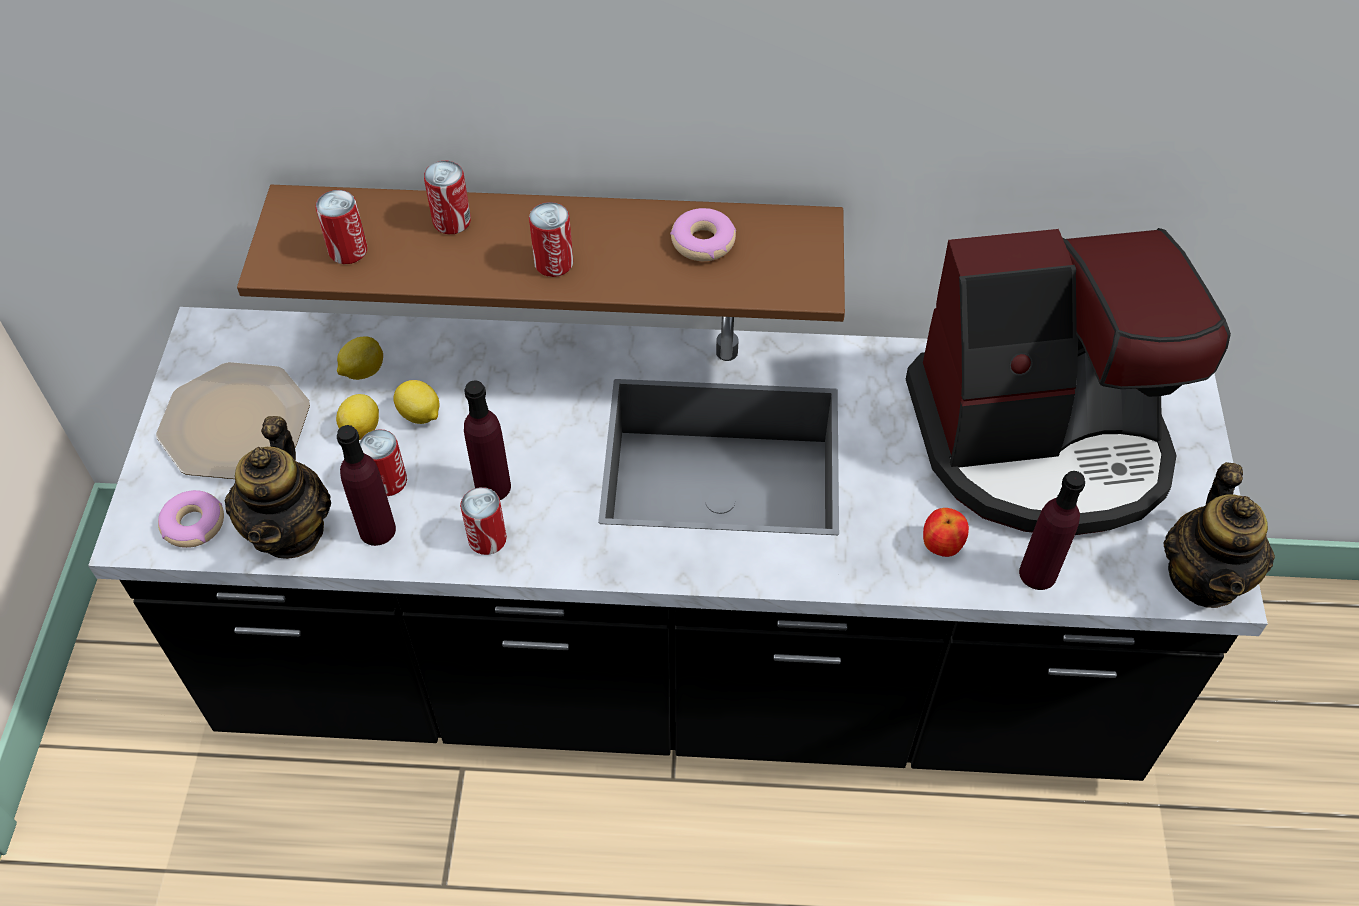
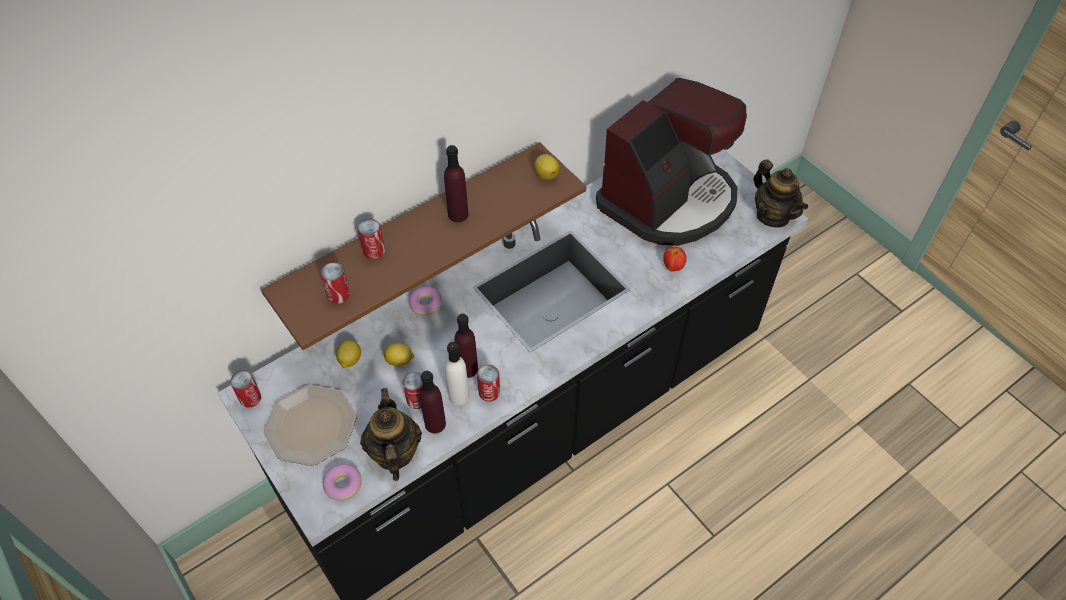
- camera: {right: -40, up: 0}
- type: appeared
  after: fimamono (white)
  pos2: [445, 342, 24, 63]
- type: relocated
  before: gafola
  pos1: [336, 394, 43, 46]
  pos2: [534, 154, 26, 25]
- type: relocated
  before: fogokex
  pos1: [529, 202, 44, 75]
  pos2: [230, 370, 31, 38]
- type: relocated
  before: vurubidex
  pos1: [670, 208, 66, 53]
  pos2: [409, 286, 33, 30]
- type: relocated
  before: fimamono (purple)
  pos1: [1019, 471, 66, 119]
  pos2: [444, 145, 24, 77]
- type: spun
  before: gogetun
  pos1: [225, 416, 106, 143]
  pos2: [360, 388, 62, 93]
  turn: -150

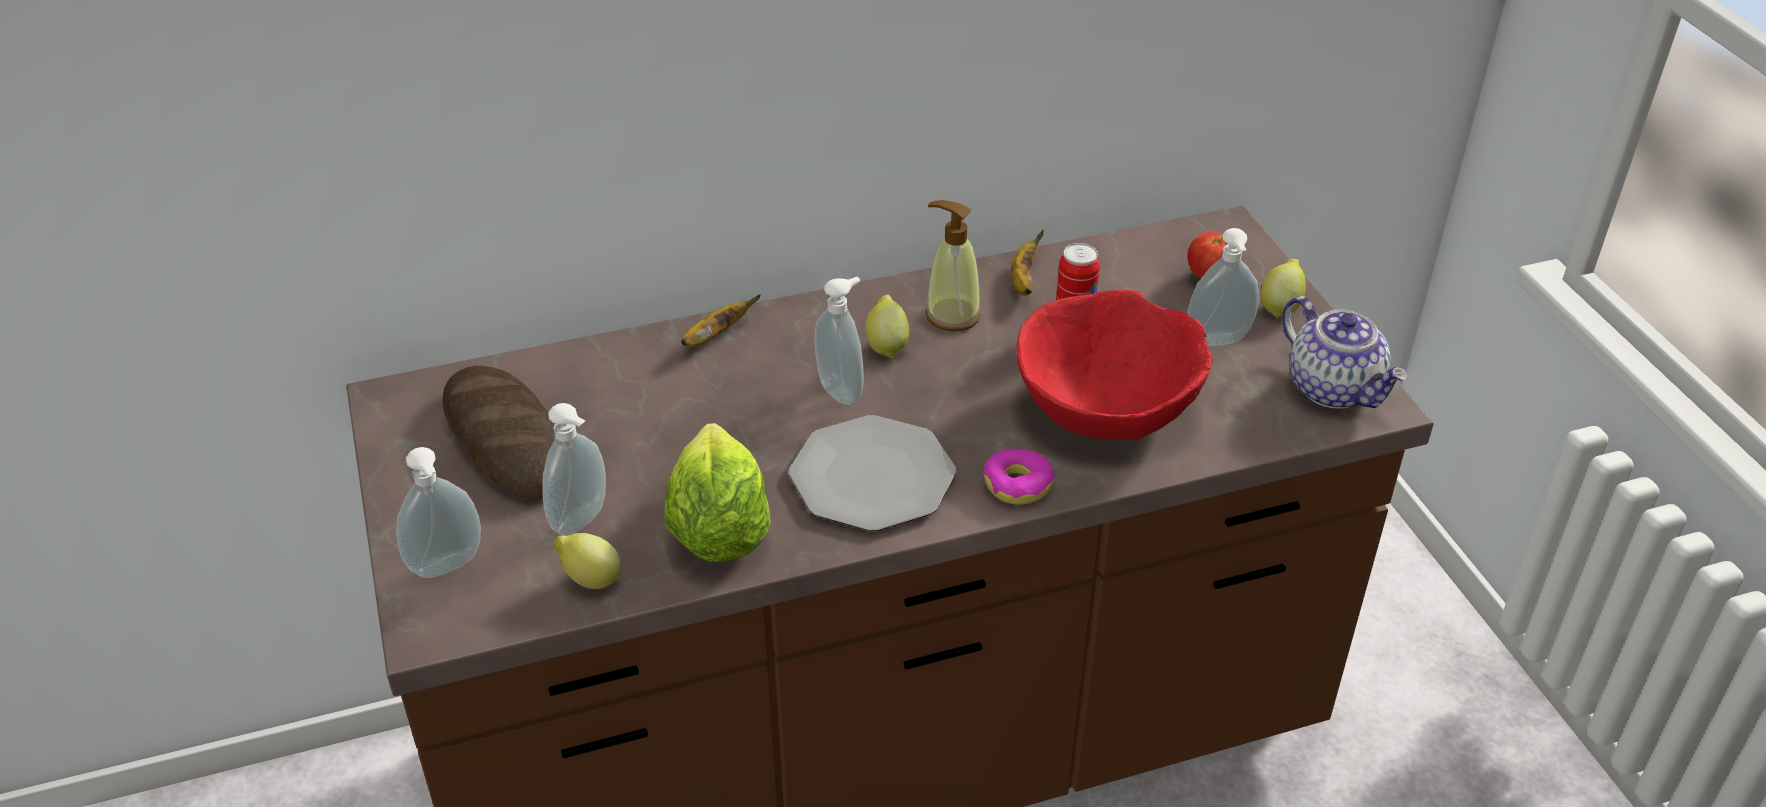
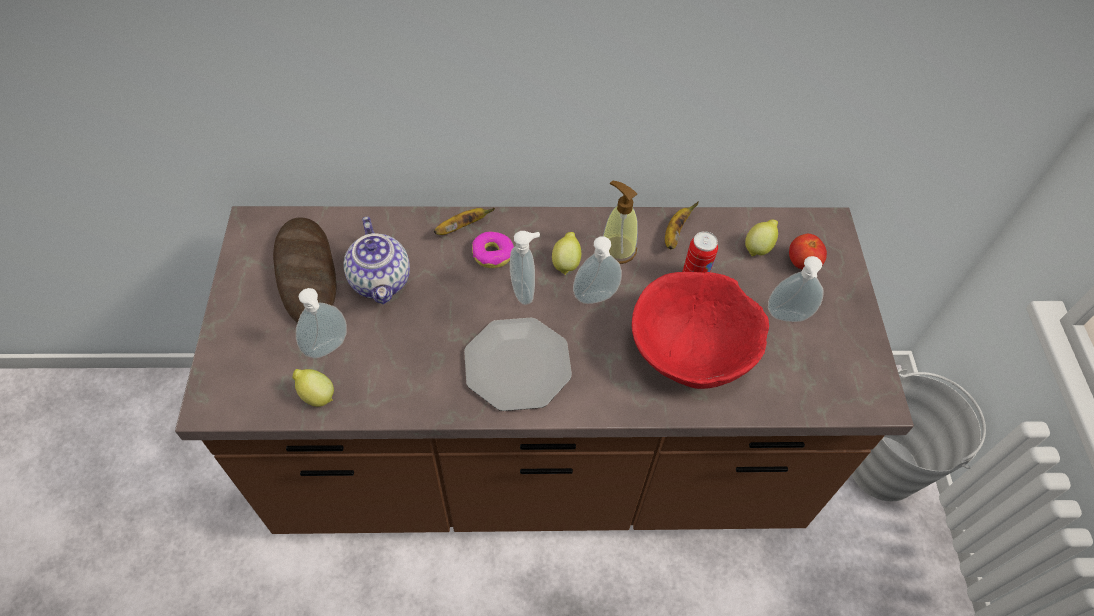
- camera: {right: 15, up: 15}
- type: missing
  before: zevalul
  pos1: [664, 423, 107, 139]
- type: appeared
  after: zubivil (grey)
  pos2: [852, 368, 134, 134]
- type: relocated
  before: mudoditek
  pos1: [396, 447, 85, 131]
  pos2: [573, 236, 49, 68]
- type: relocated
  before: vurubidex
  pos1: [984, 449, 71, 55]
  pos2: [472, 231, 42, 37]
- type: relocated
  before: gafola
  pos1: [1261, 259, 45, 59]
  pos2: [745, 219, 33, 37]
- type: relocated
  before: gogetun
  pos1: [1282, 296, 126, 113]
  pos2: [344, 217, 66, 87]

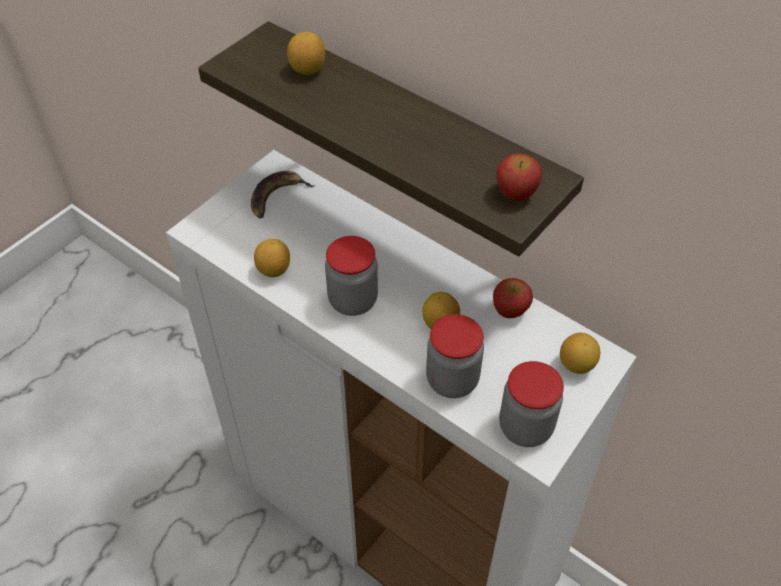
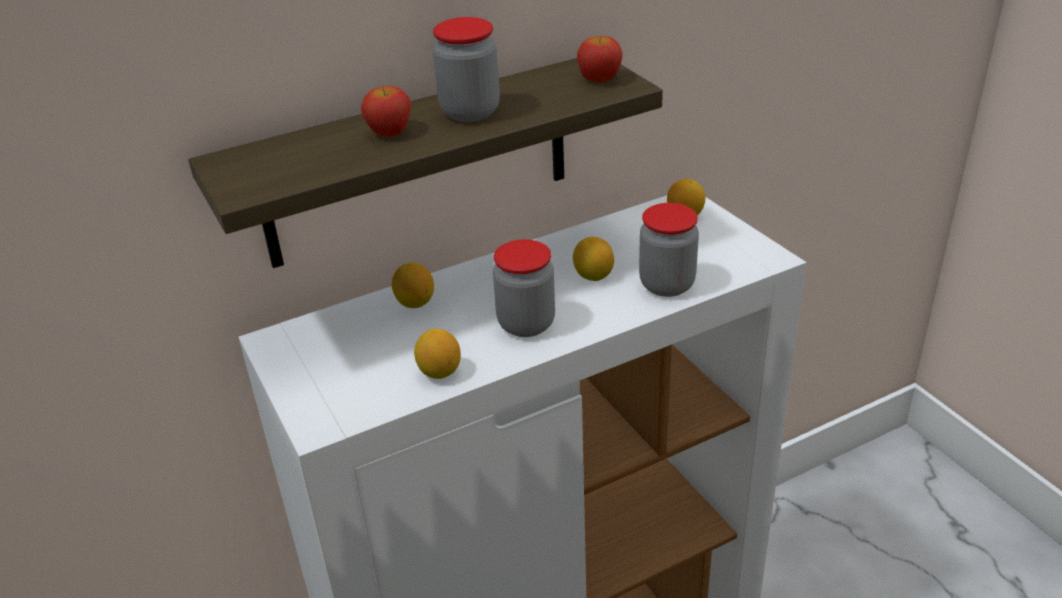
- camera: {right: -65, up: -15}
- type: missing
  before: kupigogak
  pos1: [251, 171, 64, 47]
- type: relocated
  before: gafola
  pos1: [287, 32, 38, 43]
  pos2: [392, 262, 42, 46]
- type: relocated
  before: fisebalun
  pos1: [493, 278, 40, 40]
  pos2: [361, 86, 50, 51]
- type: relocated
  before: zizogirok
  pos1: [499, 361, 65, 86]
  pos2: [433, 17, 67, 105]

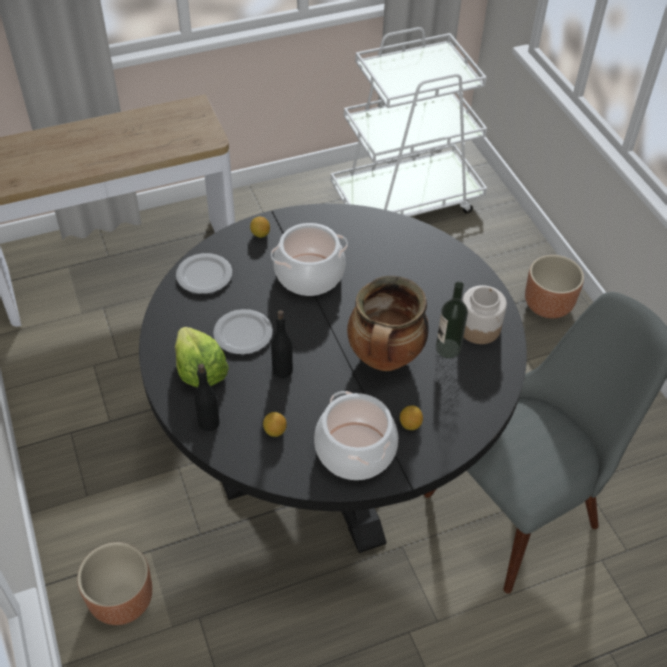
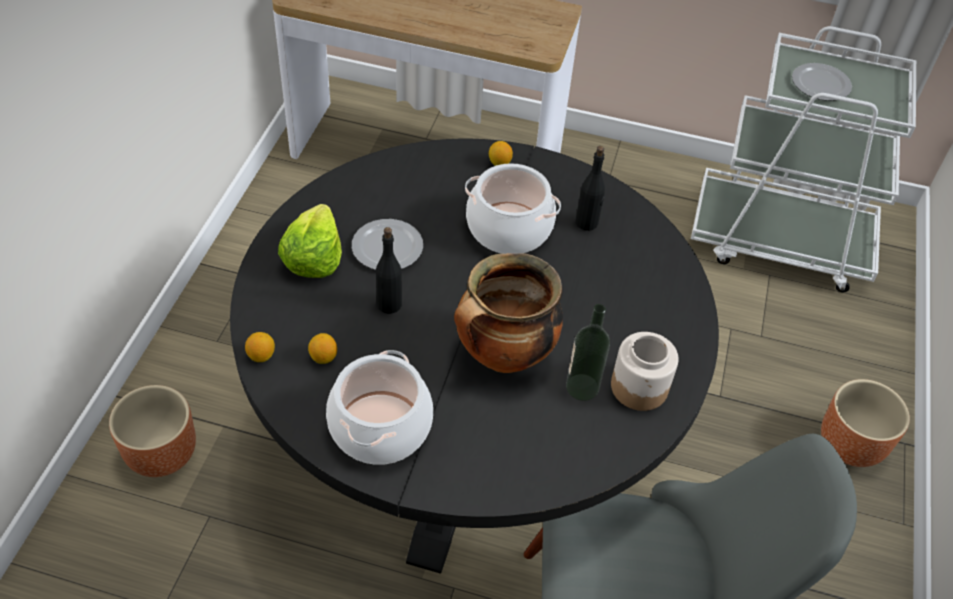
- camera: {right: 35, up: 0}
- type: relocated
  before: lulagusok
  pos1: [176, 253, 56, 41]
  pos2: [792, 63, 60, 38]
- type: relocated
  before: fimamono (black)
  pos1: [194, 364, 26, 67]
  pos2: [576, 146, 29, 85]
- type: relocated
  before: gafola
  pos1: [400, 405, 23, 25]
  pos2: [245, 332, 30, 30]

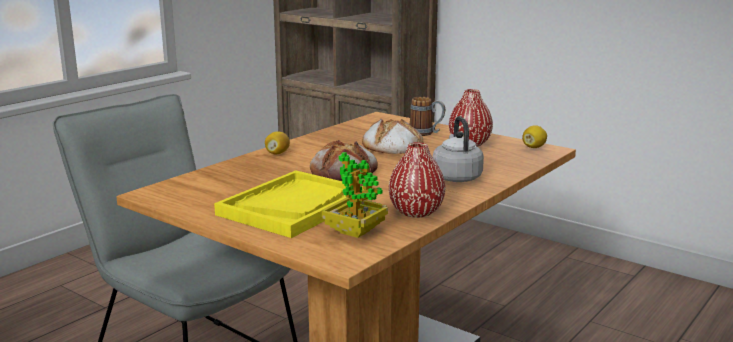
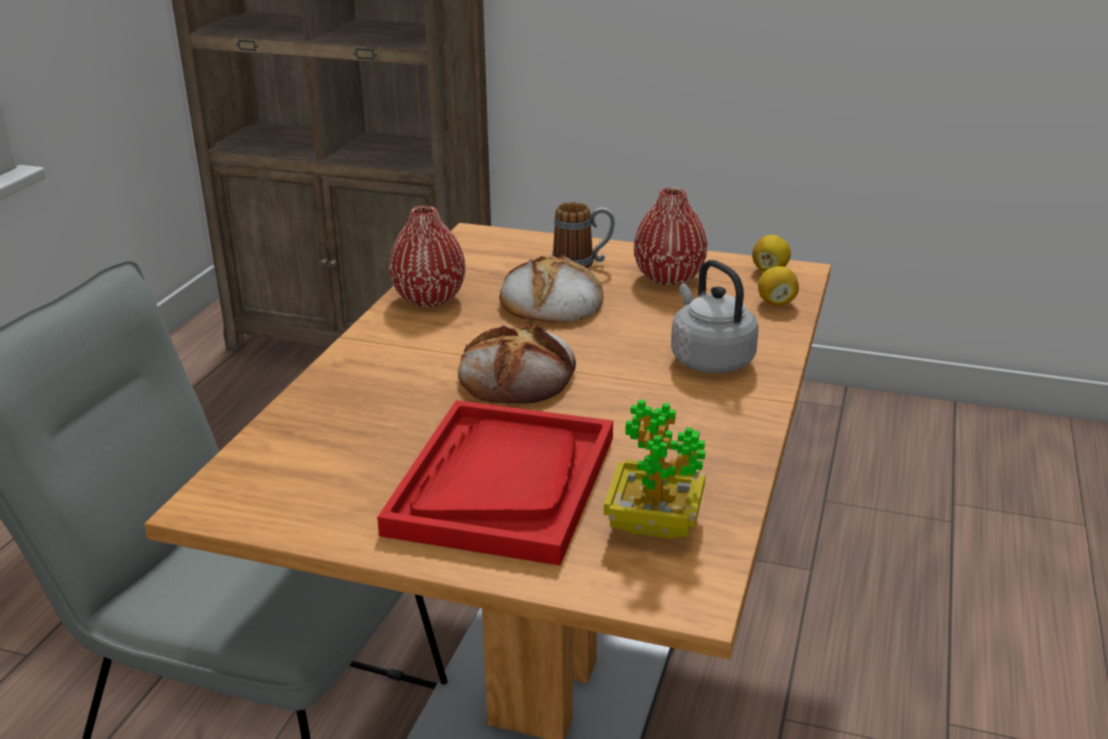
- camera: {right: -20, up: 10}
- type: relocated
  before: gafola
  pos1: [265, 131, 25, 23]
  pos2: [758, 266, 41, 40]
- type: relocated
  before: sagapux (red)
  pos1: [389, 142, 57, 76]
  pos2: [389, 206, 77, 101]
- type: colour
  before: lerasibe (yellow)
  after: lerasibe (red)
  pos1: [214, 170, 154, 68]
  pos2: [377, 400, 236, 165]

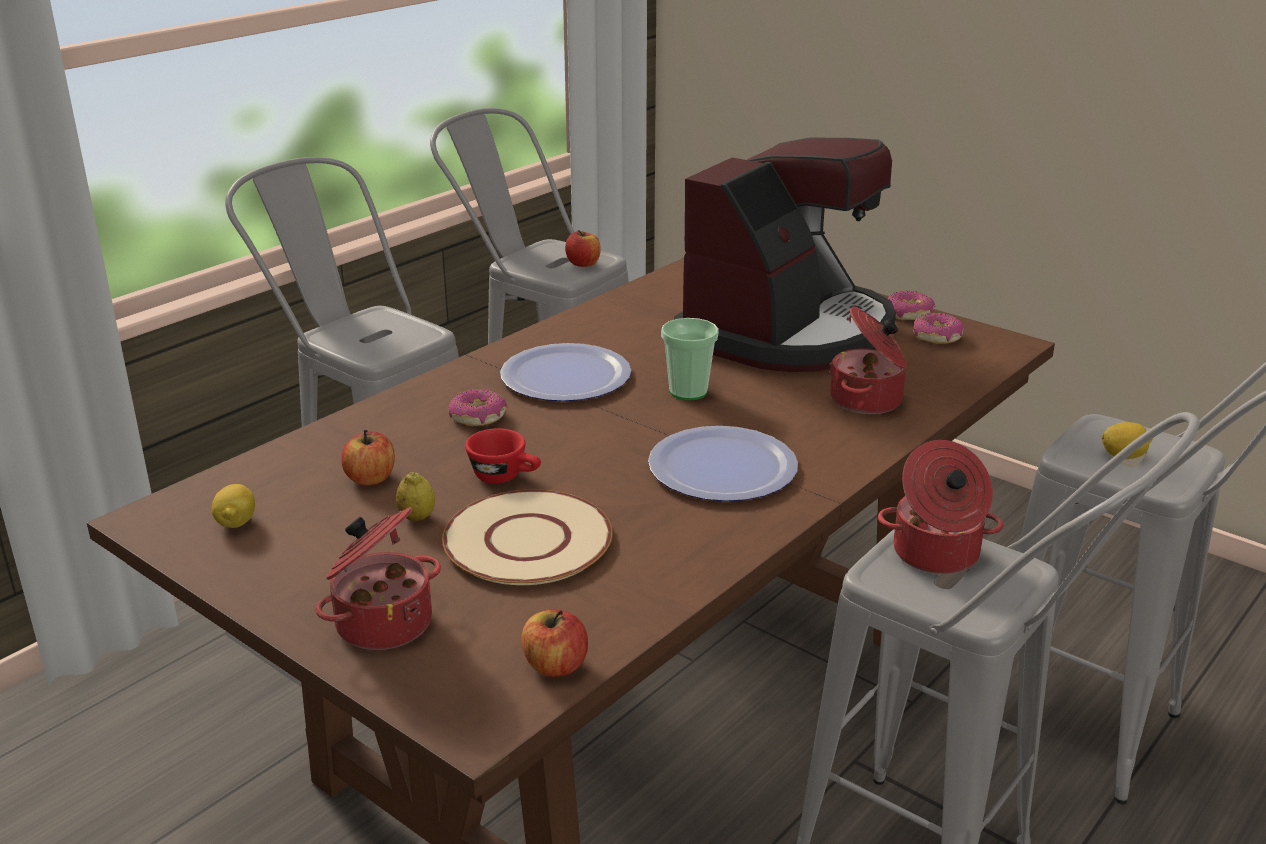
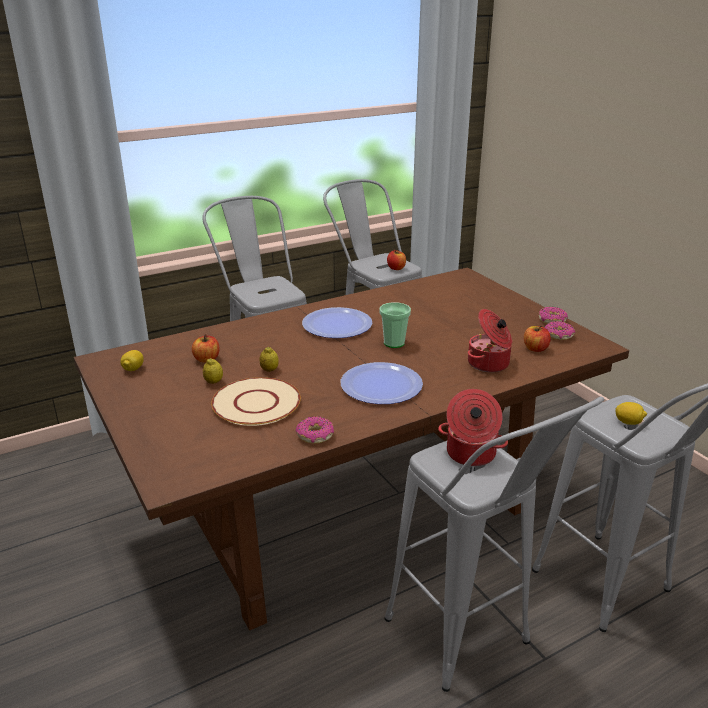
- camera: {right: 20, up: 0}
- type: missing
  before: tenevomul
  pos1: [315, 507, 126, 143]
- type: missing
  before: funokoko
  pos1: [674, 138, 222, 234]
- type: relocated
  before: vurubidex
  pos1: [448, 389, 59, 37]
  pos2: [296, 416, 38, 28]
- type: relocated
  before: fisebalun
  pos1: [521, 610, 67, 67]
  pos2: [524, 325, 27, 27]
- type: exchanged
  before: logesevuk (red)
  after: gafola
  pos1: [465, 428, 76, 56]
  pos2: [260, 347, 19, 25]

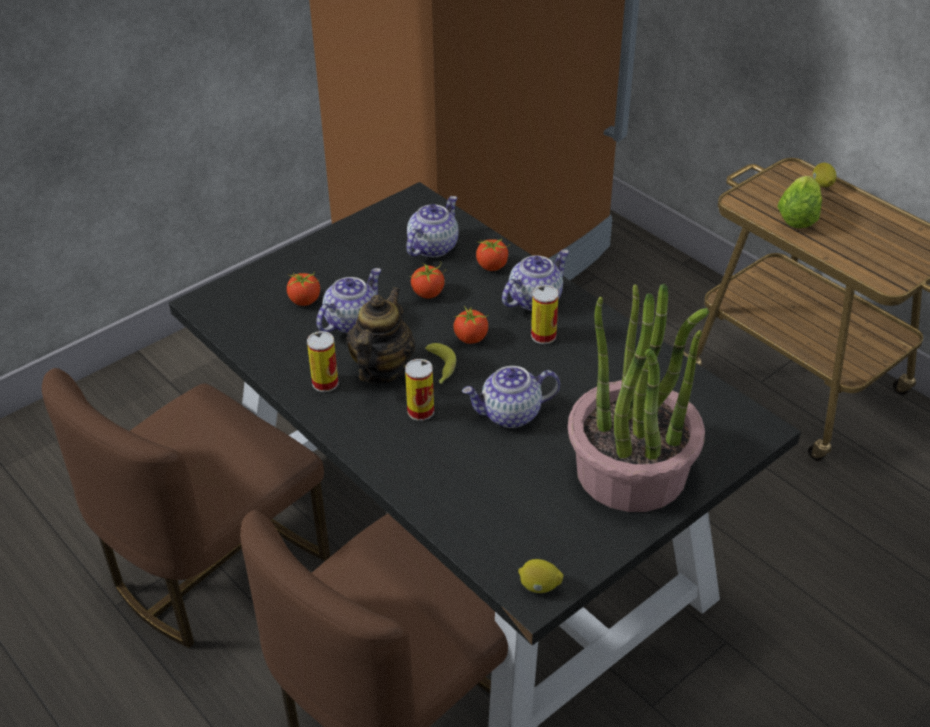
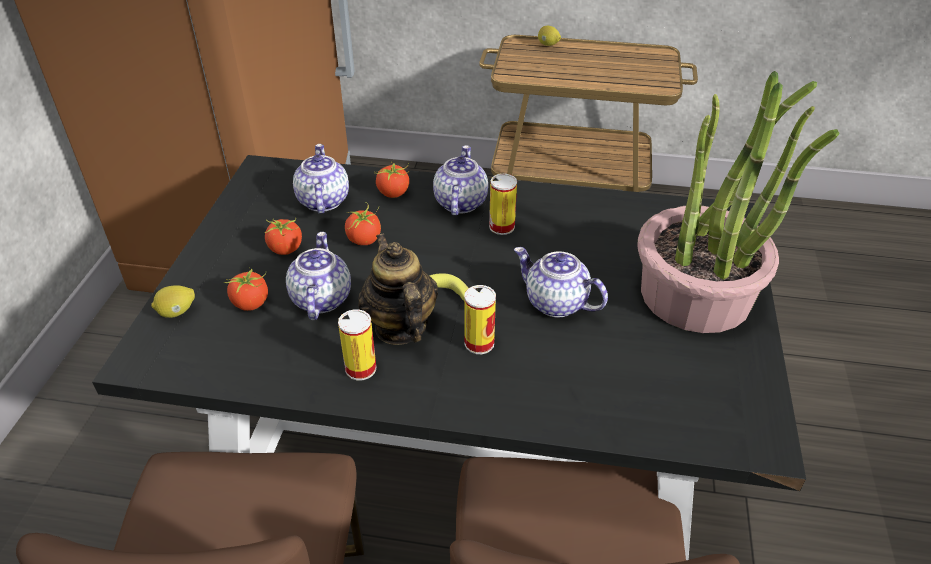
- camera: {right: -40, up: 0}
- type: missing
  before: zevalul
  pos1: [777, 176, 45, 52]
- type: relocated
  before: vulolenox
  pos1: [453, 306, 35, 38]
  pos2: [265, 219, 37, 36]
- type: relocated
  before: gafola
  pos1: [518, 559, 46, 34]
  pos2: [151, 285, 44, 33]
- type: spun
  before: gogetun
  pos1: [462, 366, 98, 62]
  pos2: [514, 247, 94, 70]
  turn: 90

